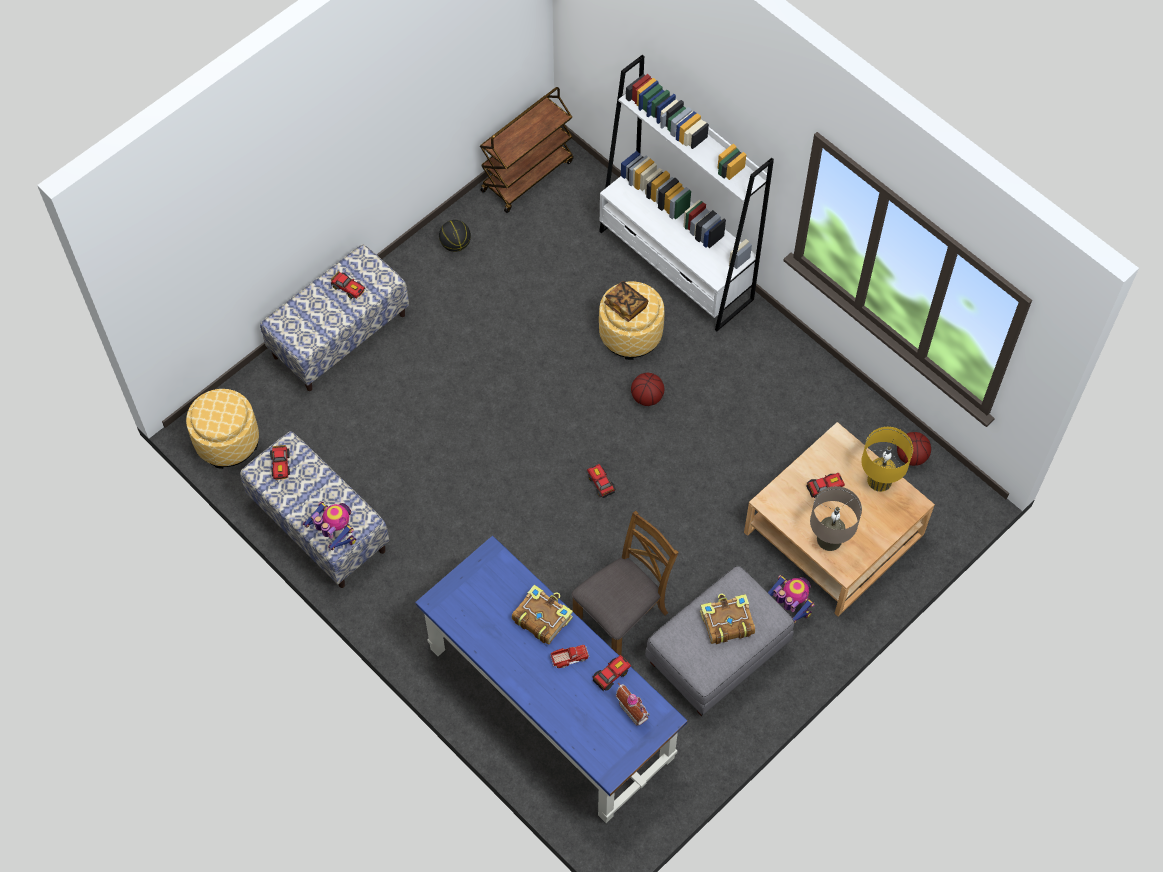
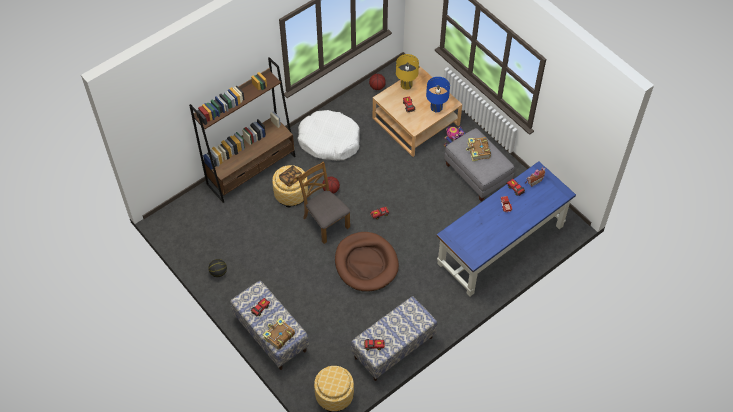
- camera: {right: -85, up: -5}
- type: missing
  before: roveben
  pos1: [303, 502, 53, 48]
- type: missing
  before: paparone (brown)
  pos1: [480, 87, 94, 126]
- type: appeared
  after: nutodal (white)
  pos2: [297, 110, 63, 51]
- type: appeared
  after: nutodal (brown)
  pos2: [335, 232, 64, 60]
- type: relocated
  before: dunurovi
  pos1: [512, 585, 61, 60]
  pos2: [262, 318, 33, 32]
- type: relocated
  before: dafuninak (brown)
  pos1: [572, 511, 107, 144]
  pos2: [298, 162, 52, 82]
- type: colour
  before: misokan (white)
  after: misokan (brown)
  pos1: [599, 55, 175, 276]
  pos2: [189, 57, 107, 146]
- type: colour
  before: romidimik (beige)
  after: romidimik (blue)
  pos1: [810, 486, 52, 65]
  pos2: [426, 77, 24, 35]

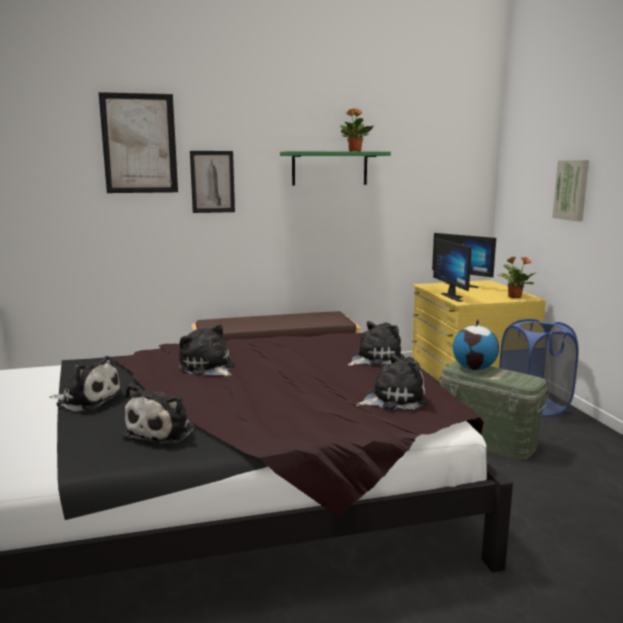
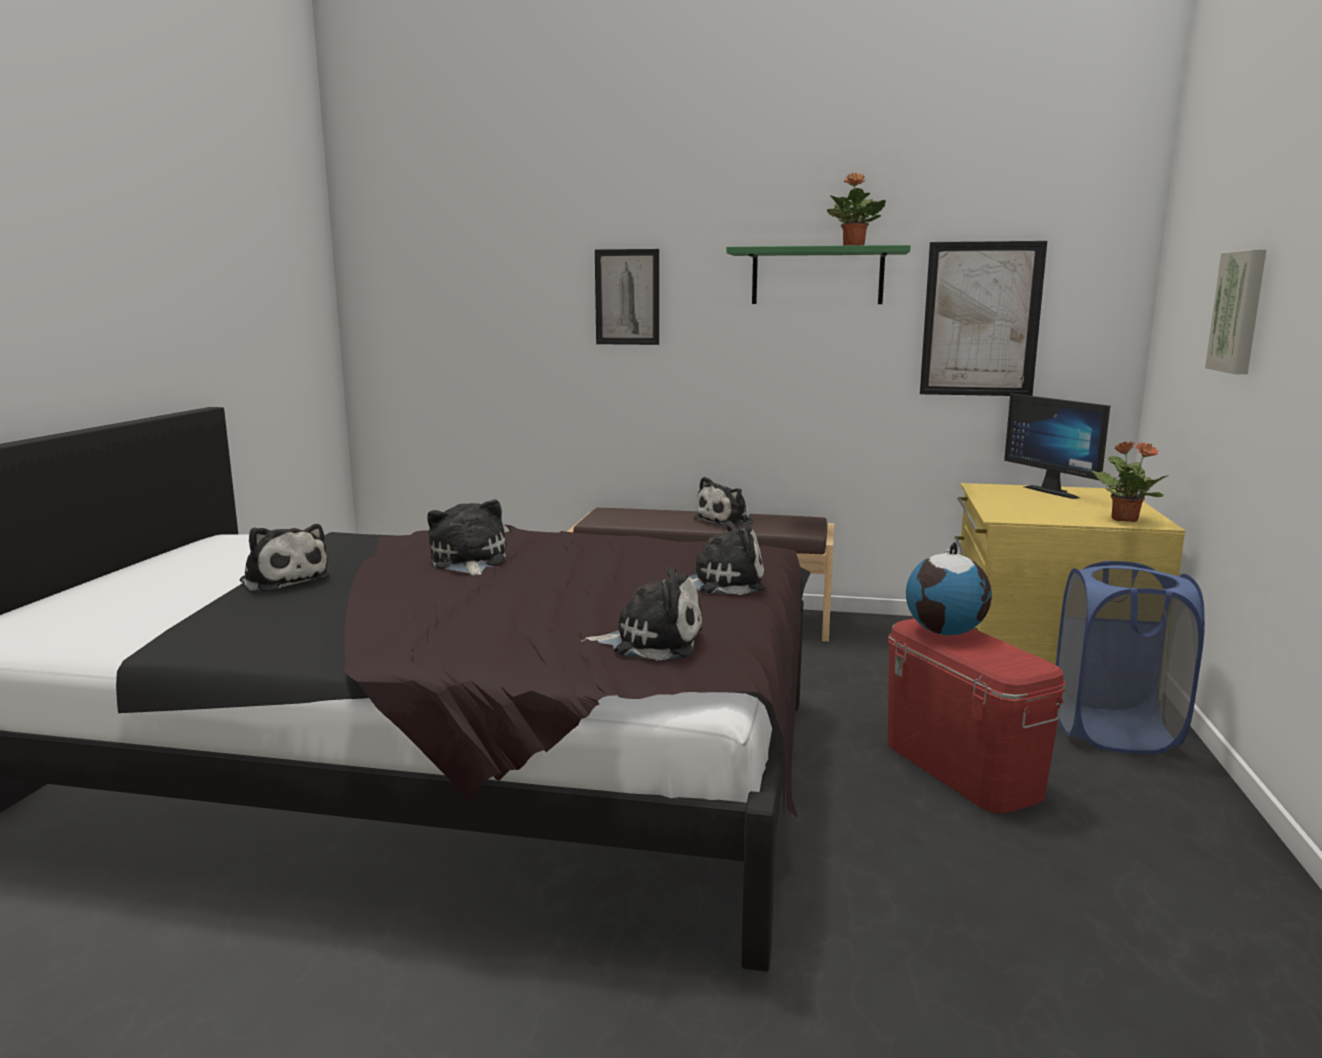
- camera: {right: 25, up: 0}
- type: missing
  before: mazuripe
  pos1: [433, 238, 39, 64]
- type: relocated
  before: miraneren
  pos1: [98, 92, 80, 101]
  pos2: [920, 241, 127, 155]
- type: relocated
  before: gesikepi
  pos1: [122, 383, 73, 62]
  pos2: [693, 477, 60, 49]
- type: colour
  before: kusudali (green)
  after: kusudali (red)
  pos1: [440, 361, 109, 99]
  pos2: [888, 618, 177, 196]

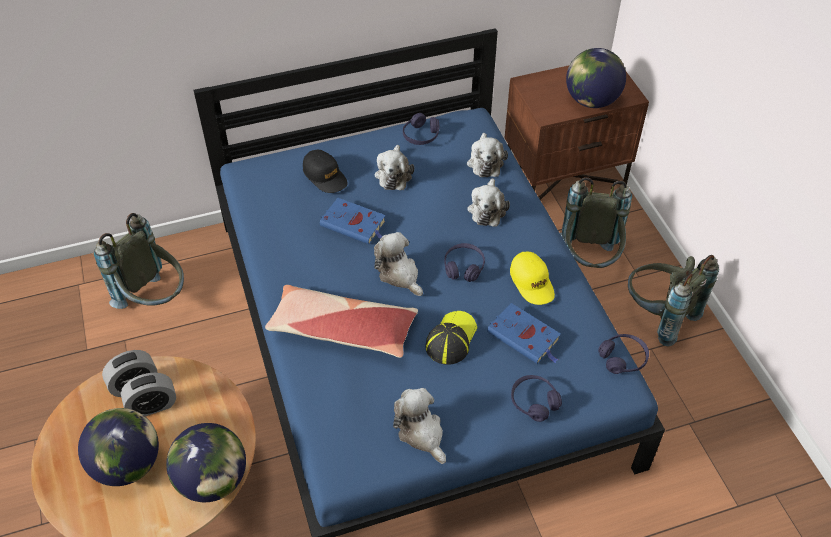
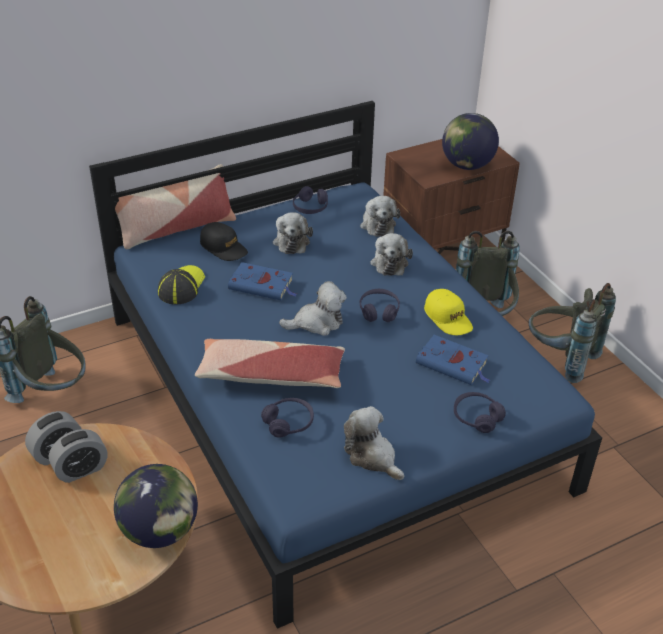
- camera: {right: -10, up: -10}
- type: missing
  before: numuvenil
  pos1: [78, 408, 81, 78]
- type: appeared
  after: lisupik
  pos2: [115, 164, 121, 85]
- type: relocated
  before: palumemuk
  pos1: [425, 311, 52, 54]
  pos2: [158, 265, 47, 39]
- type: relocated
  before: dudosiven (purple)
  pos1: [598, 334, 51, 40]
  pos2: [261, 398, 53, 40]
- type: spun
  before: gesikepi
  pos1: [374, 232, 49, 64]
  pos2: [279, 281, 68, 55]
  turn: 120

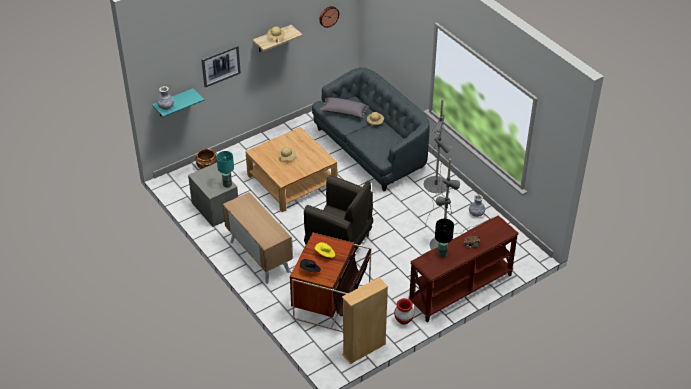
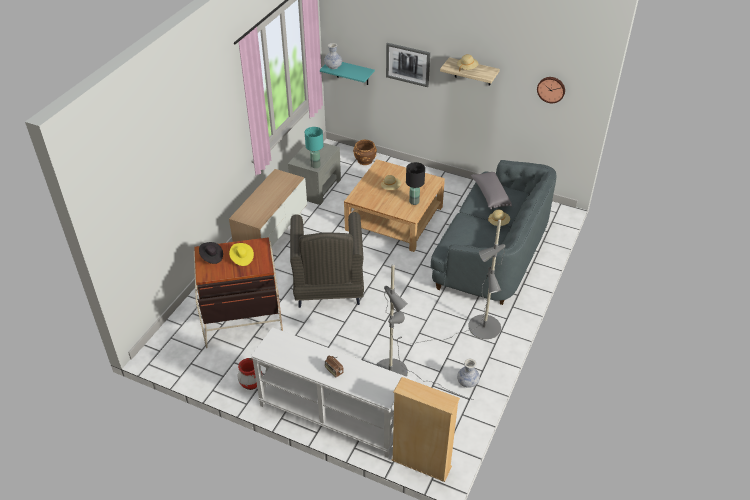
- camera: {right: 60, up: 0}
- type: relocated
  before: misokan (beige)
  pos1: [342, 277, 46, 87]
  pos2: [392, 377, 68, 105]
- type: relocated
  before: romidimik (black)
  pos1: [435, 219, 19, 38]
  pos2: [406, 162, 19, 43]
- type: colour
  before: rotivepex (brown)
  after: rotivepex (white)
  pos1: [408, 215, 111, 107]
  pos2: [251, 327, 156, 131]

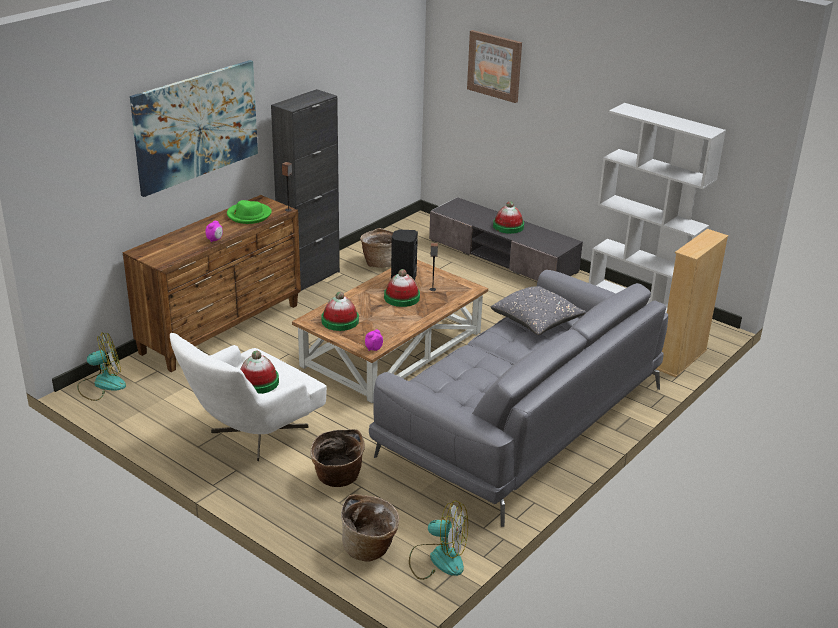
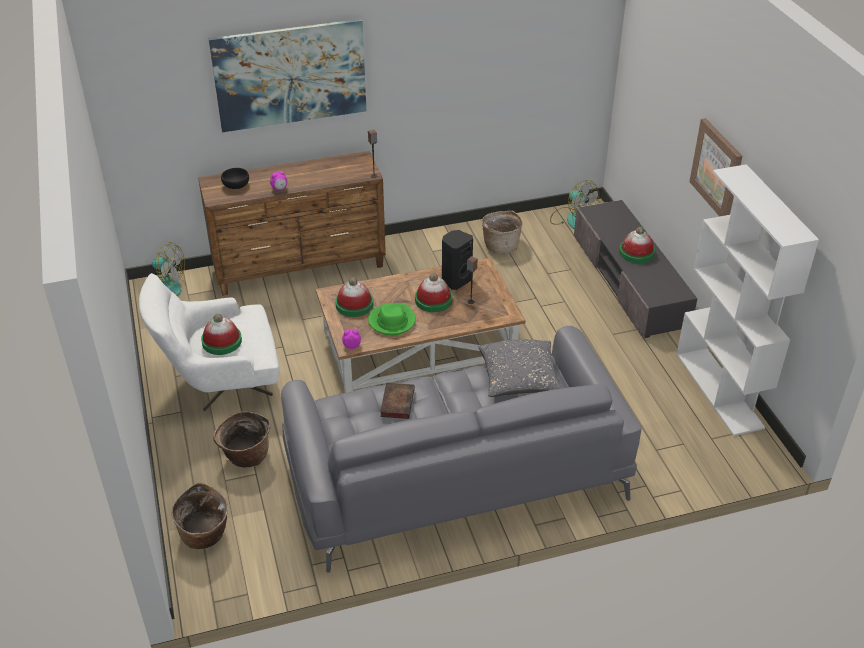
- camera: {right: 35, up: 10}
- type: missing
  before: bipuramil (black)
  pos1: [271, 89, 69, 202]
- type: missing
  before: misokan (beige)
  pos1: [656, 229, 72, 148]
- type: appeared
  after: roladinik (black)
  pos2: [221, 168, 28, 21]
- type: appeared
  after: dunurovi
  pos2: [380, 383, 35, 36]
- type: relocated
  before: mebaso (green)
  pos1: [227, 200, 45, 24]
  pos2: [368, 303, 48, 32]
- type: relocated
  before: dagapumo
  pos1: [409, 500, 59, 80]
  pos2: [550, 180, 49, 49]
- type: relocated
  before: miraneren
  pos1: [467, 30, 55, 73]
  pos2: [689, 118, 53, 99]

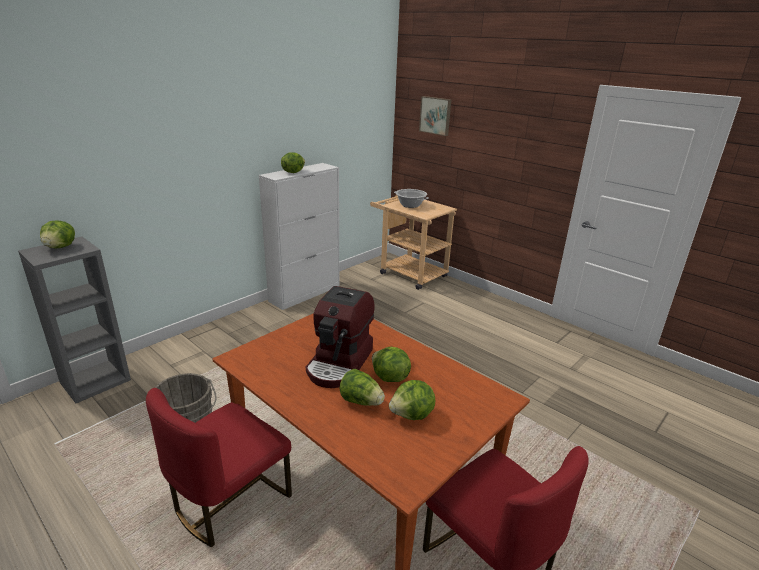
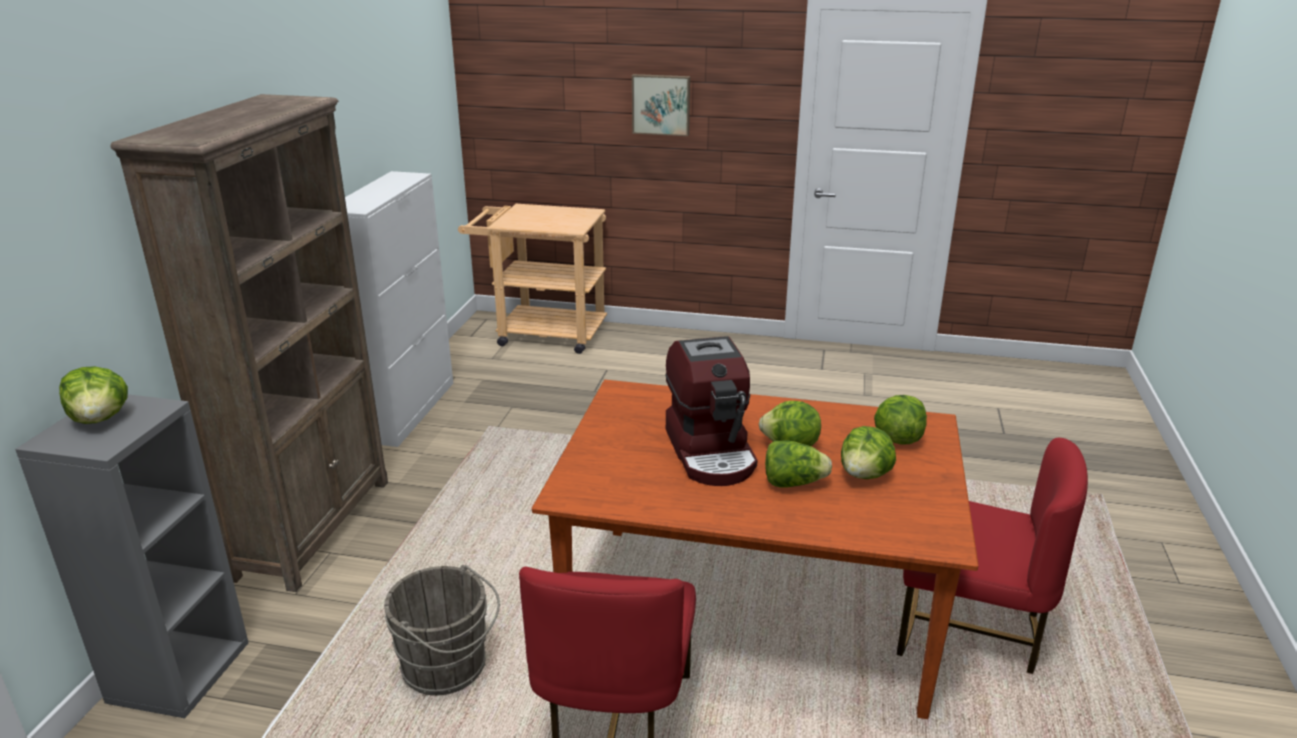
- camera: {right: -30, up: 0}
- type: missing
  before: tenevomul
  pos1: [394, 189, 35, 19]
- type: appeared
  after: misokan (brown)
  pos2: [111, 94, 277, 498]
- type: relocated
  before: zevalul
  pos1: [281, 152, 24, 21]
  pos2: [874, 395, 53, 50]
- type: relocated
  before: miraneren
  pos1: [419, 96, 32, 40]
  pos2: [632, 74, 58, 62]

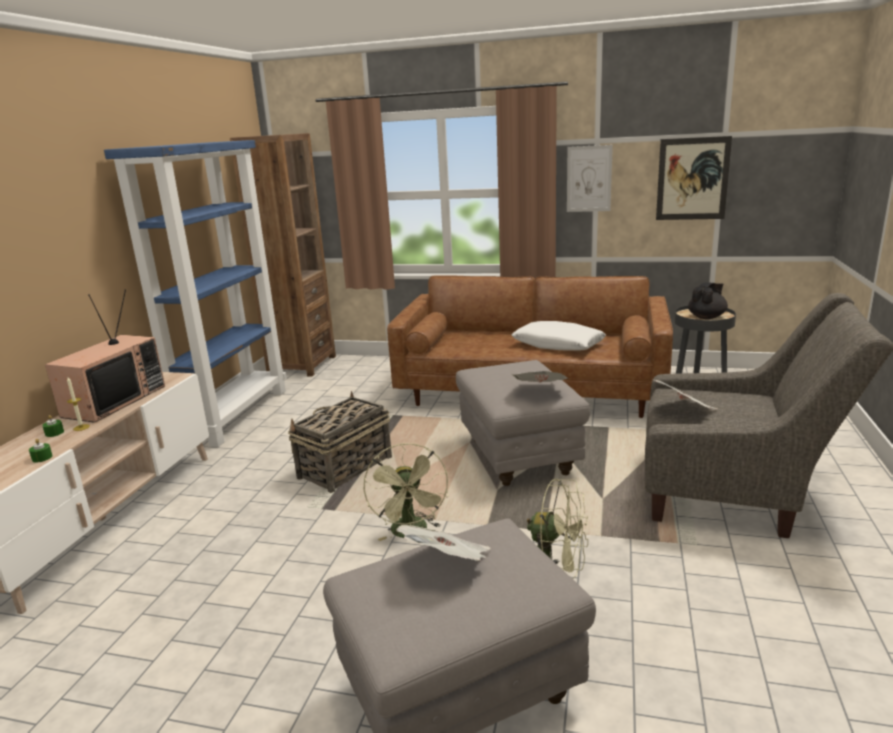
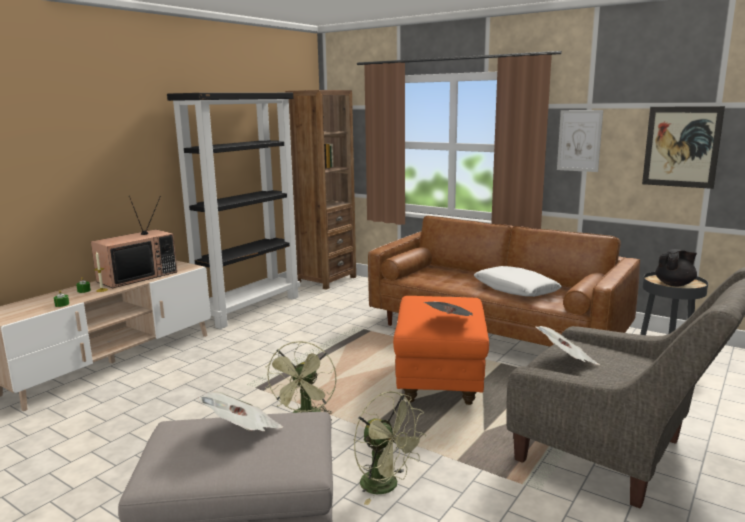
- camera: {right: 20, up: -5}
- type: missing
  before: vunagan
  pos1: [288, 391, 104, 102]
- type: colour
  before: misokan (blue)
  after: misokan (black)
  pos1: [104, 140, 183, 307]
  pos2: [167, 93, 133, 236]
- type: colour
  before: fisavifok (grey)
  after: fisavifok (orange)
  pos1: [456, 360, 134, 126]
  pos2: [393, 296, 96, 109]

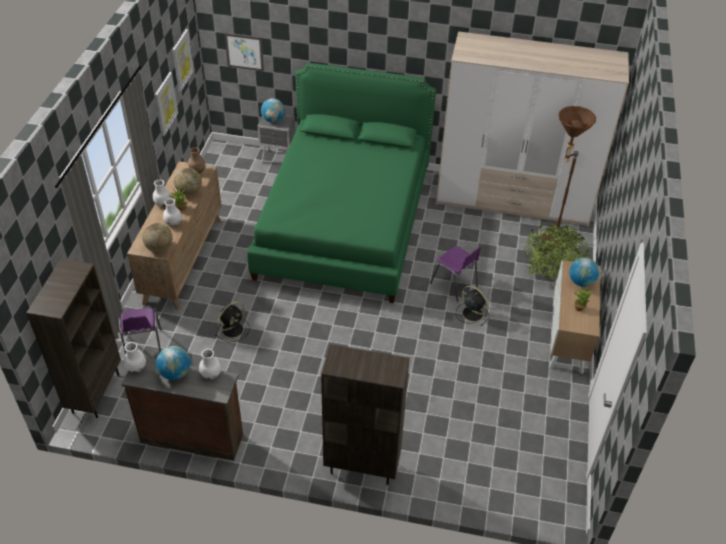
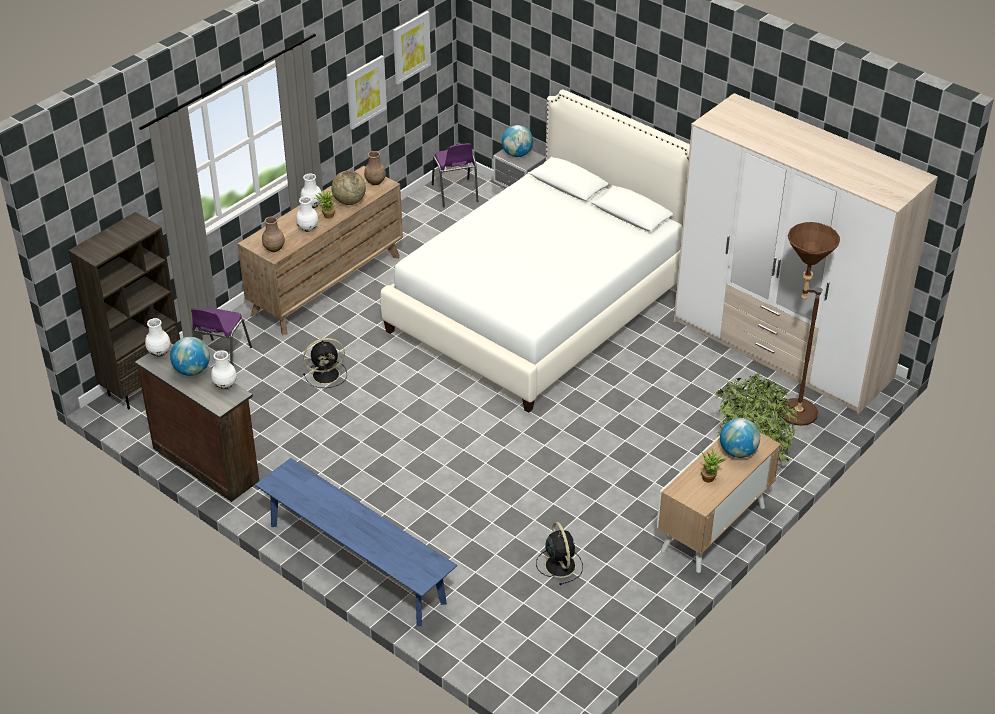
- camera: {right: 30, up: -5}
- type: missing
  before: miraneren
  pos1: [224, 33, 40, 38]
- type: relocated
  before: dafuninak (purple)
  pos1: [430, 246, 52, 56]
  pos2: [432, 143, 46, 65]
- type: relocated
  before: dagapumo (black)
  pos1: [456, 286, 33, 40]
  pos2: [536, 522, 47, 63]
- type: exchanged
  before: numuvenil
  after: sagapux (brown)
  pos1: [142, 223, 30, 29]
  pos2: [262, 216, 23, 36]
- type: exchanged
  before: misokan (brown)
  after: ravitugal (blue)
  pos1: [321, 344, 89, 141]
  pos2: [255, 458, 202, 168]
- type: colour
  before: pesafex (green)
  after: pesafex (white)
  pos1: [247, 63, 189, 240]
  pos2: [380, 90, 310, 323]

